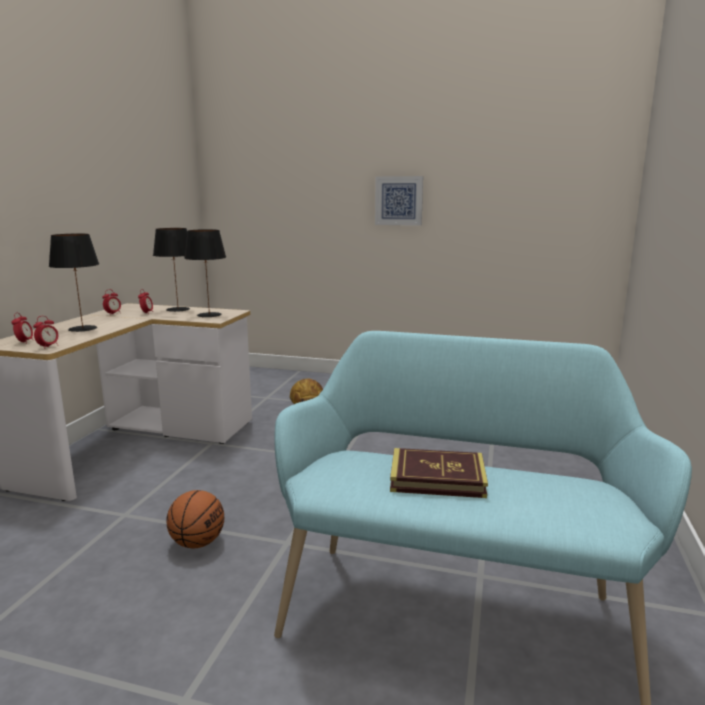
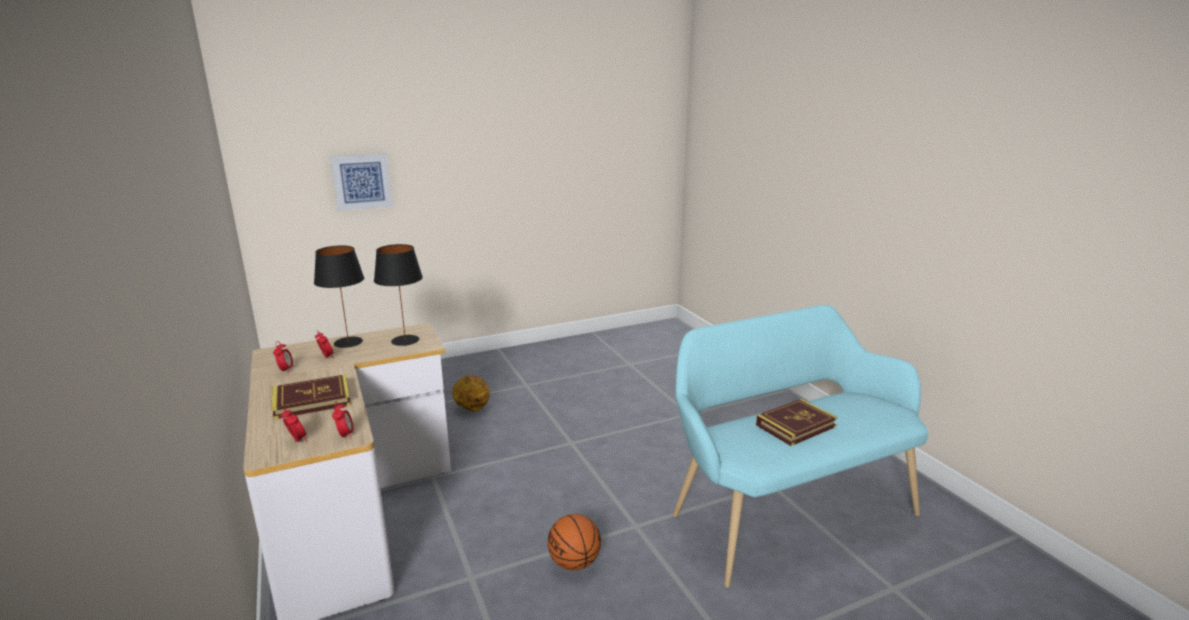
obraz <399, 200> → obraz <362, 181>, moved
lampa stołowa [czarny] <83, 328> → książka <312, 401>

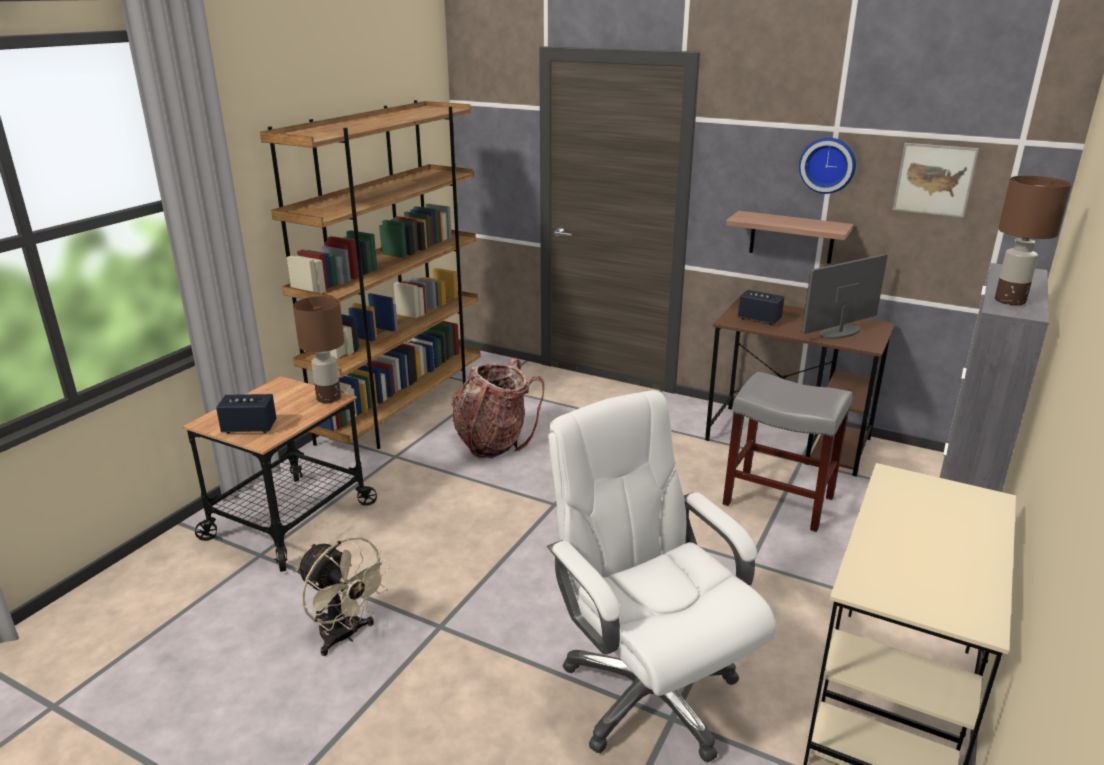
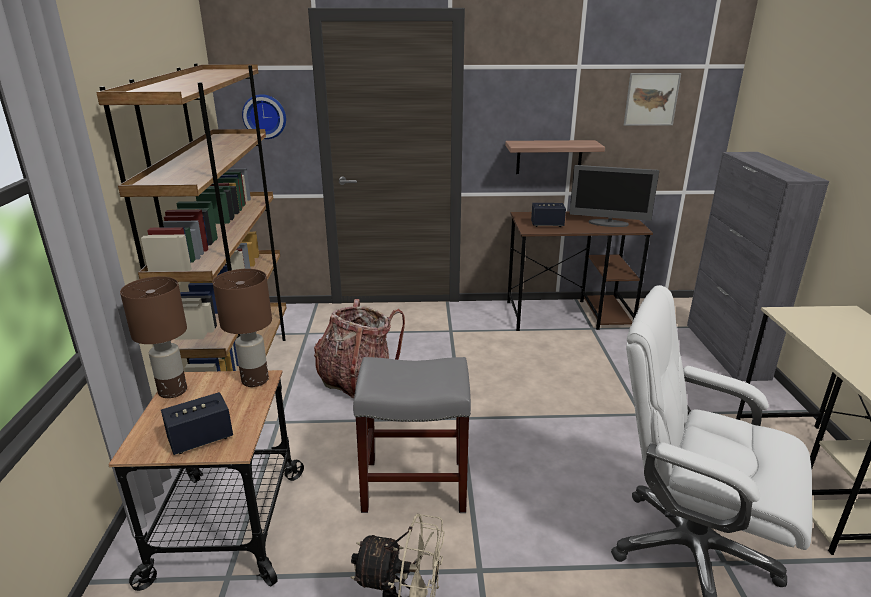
zegar ścienny <828, 165> → zegar ścienny <265, 116>, moved
lampa stołowa [brązowy] <1009, 301> → lampa stołowa [brązowy] <172, 391>, moved
monitor <839, 332> → monitor <608, 223>, 105 degrees counterclockwise
stołek [szary] <777, 501> → stołek [szary] <413, 486>, moved

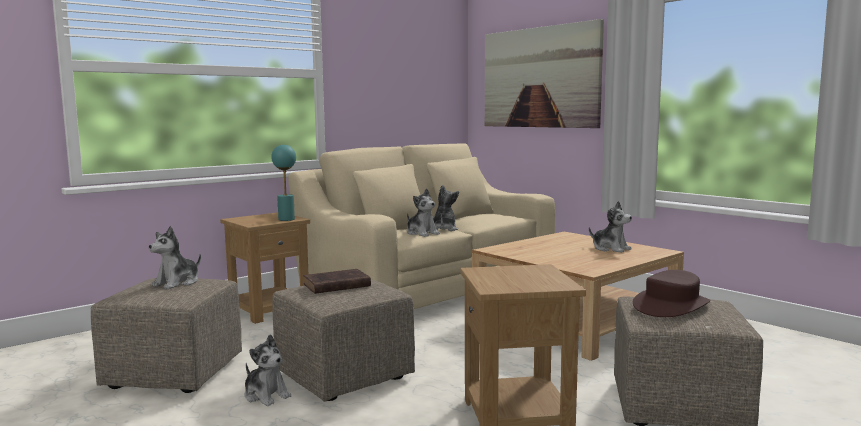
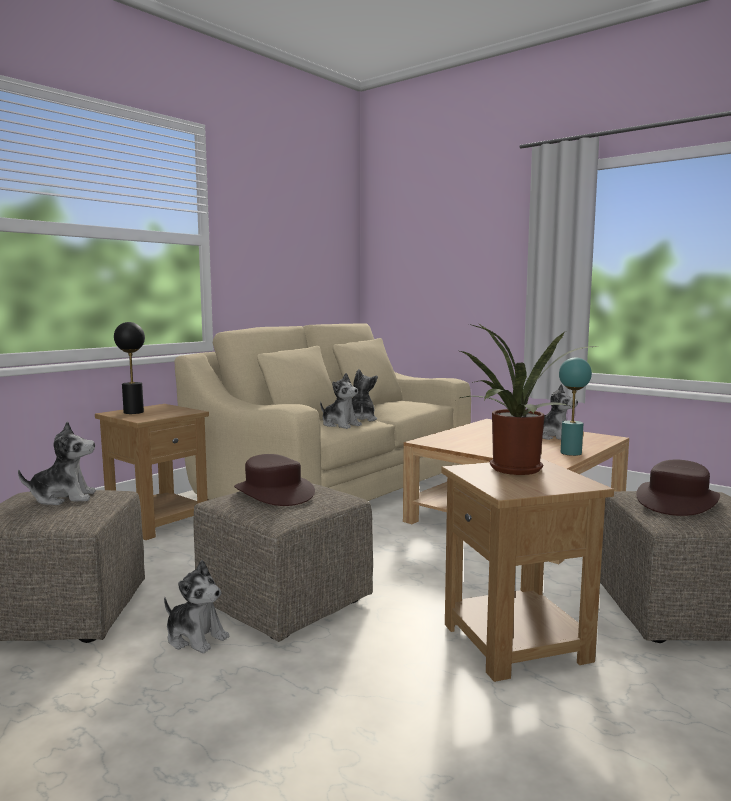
obraz <540, 77> → -
lampa stołowa [turkusowy] <286, 219> → lampa stołowa [turkusowy] <570, 453>, moved
pluszak <177, 283> → pluszak <63, 498>, 120 degrees counterclockwise
książka [brązowy] <335, 285> → kapelusz [brązowy] <273, 493>
- → lampa stołowa [czarny] <134, 412>
- → roślina doniczkowa <514, 470>

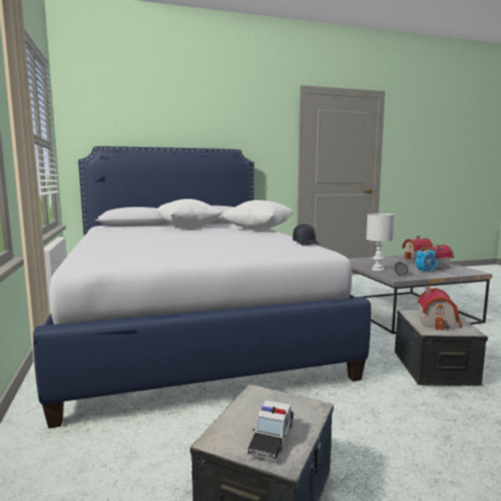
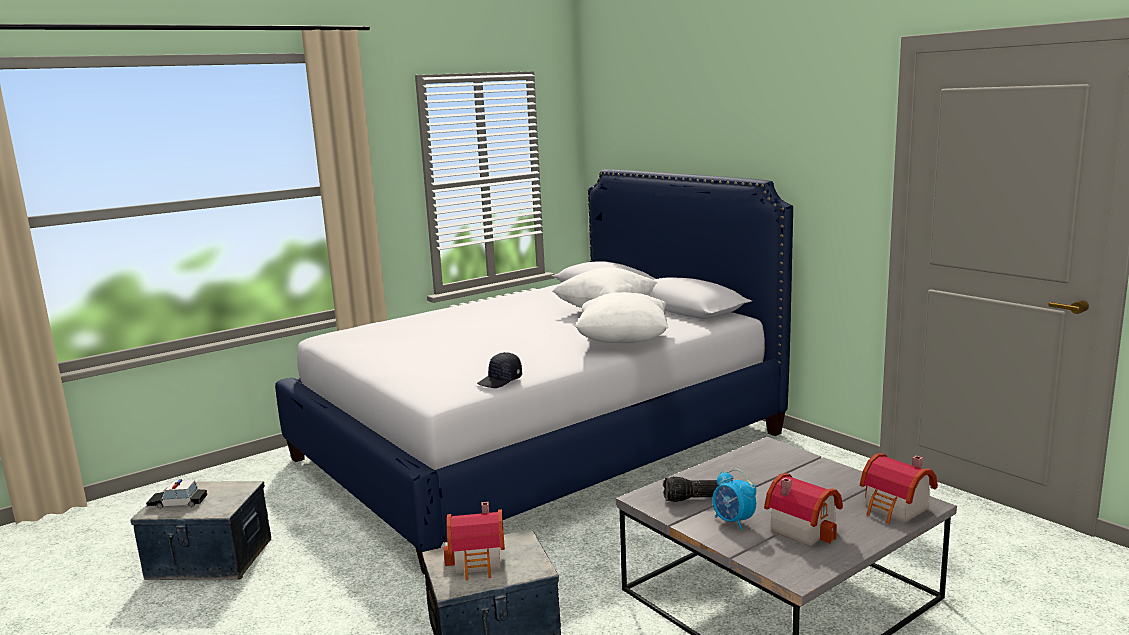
lampa stołowa [biały] <378, 270> → -

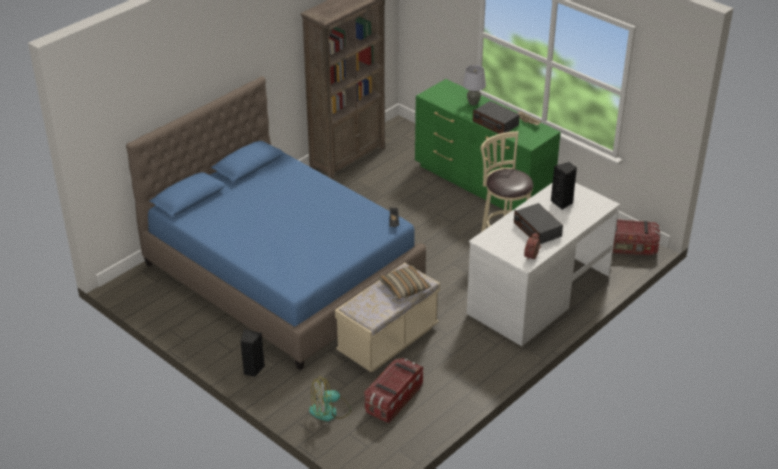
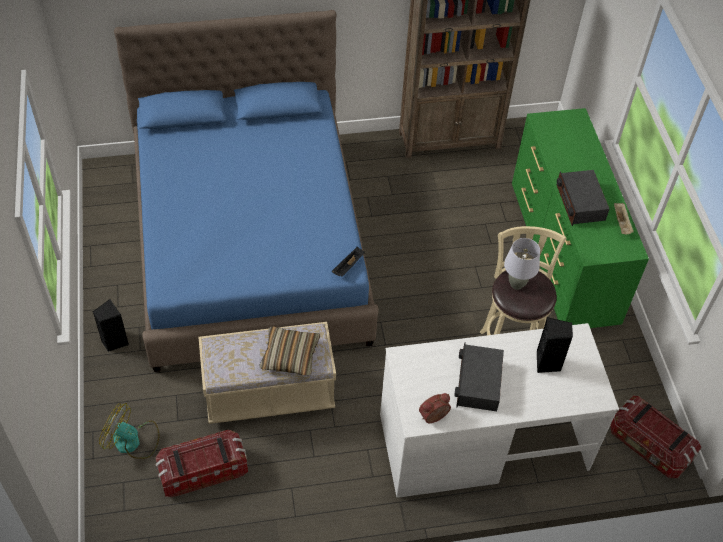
lampa stołowa [szary] <473, 103> → lampa stołowa [szary] <516, 285>, moved

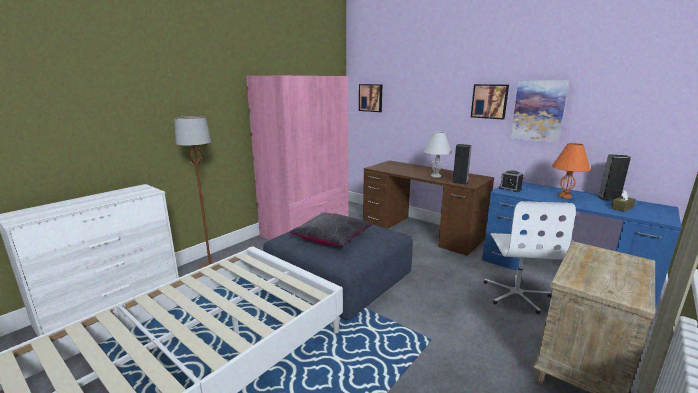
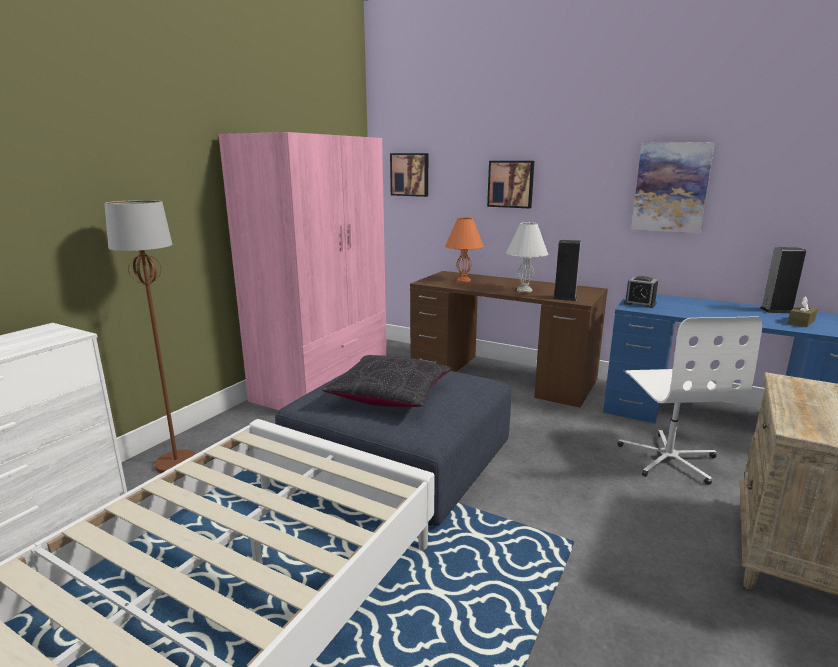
obraz <489, 101> → obraz <511, 184>, moved
lampa stołowa [pomarańczowy] <565, 196> → lampa stołowa [pomarańczowy] <463, 280>, moved

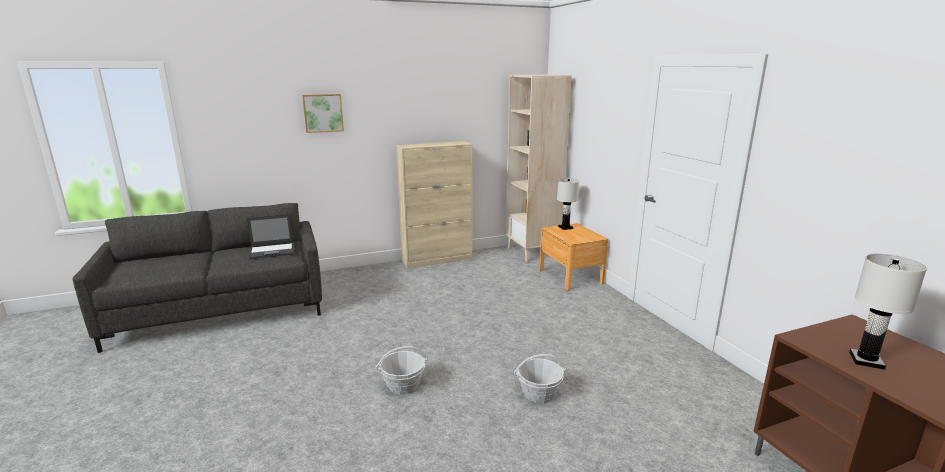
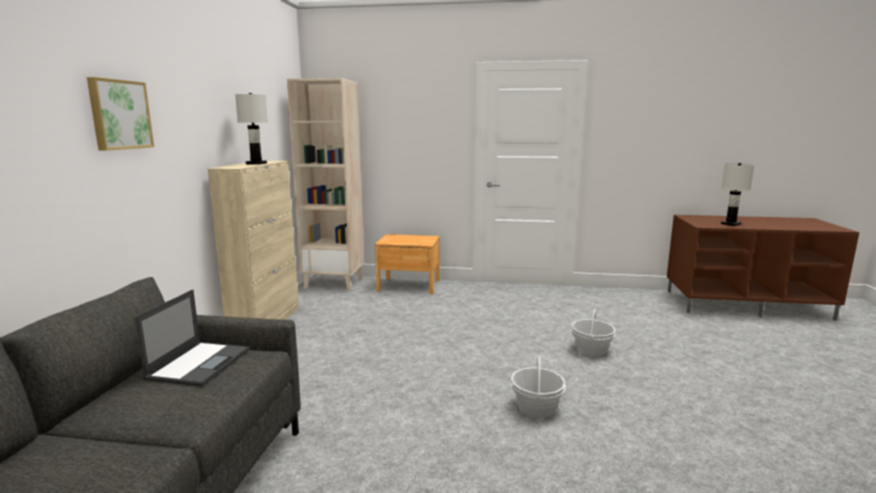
lampa stołowa [biały] <565, 227> → lampa stołowa [biały] <256, 163>, moved

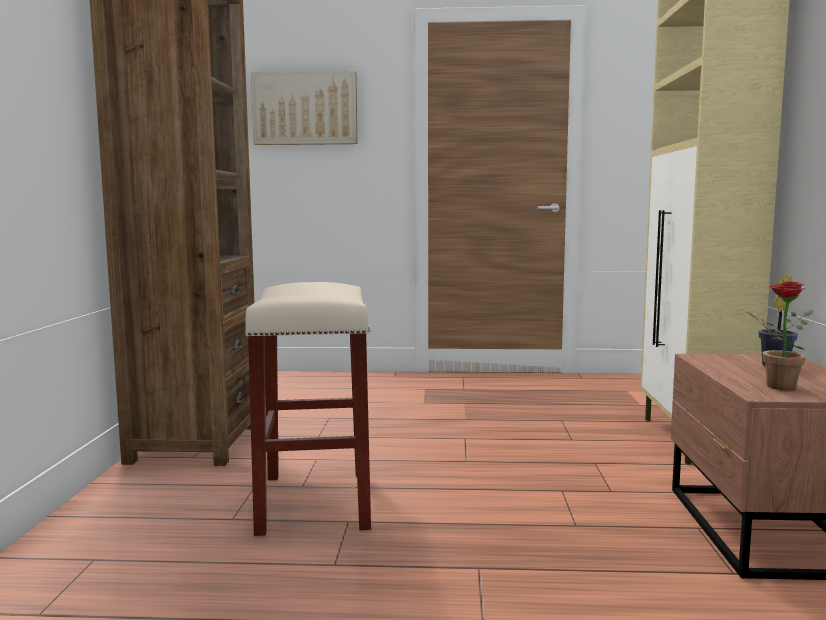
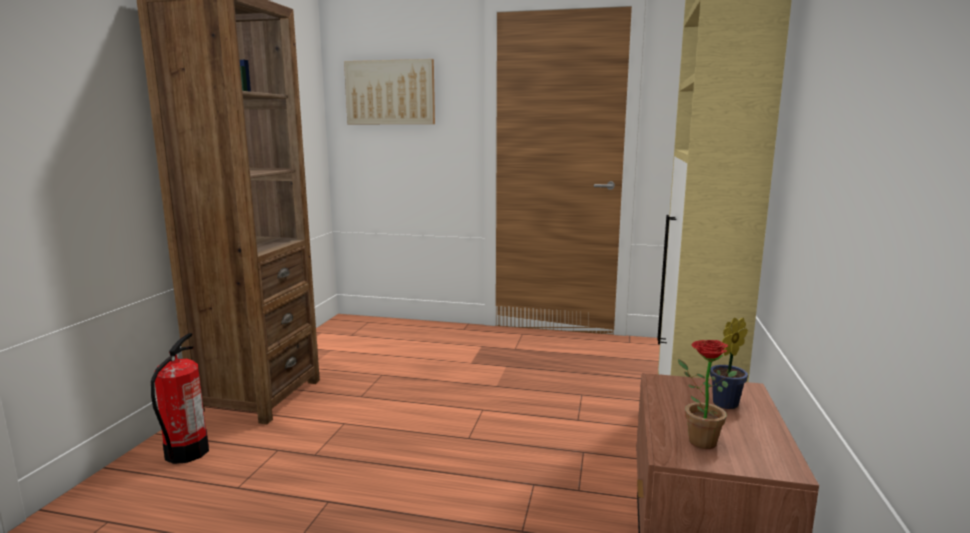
stołek [beżowy] <314, 500> → -
- → gaśnica <186, 452>

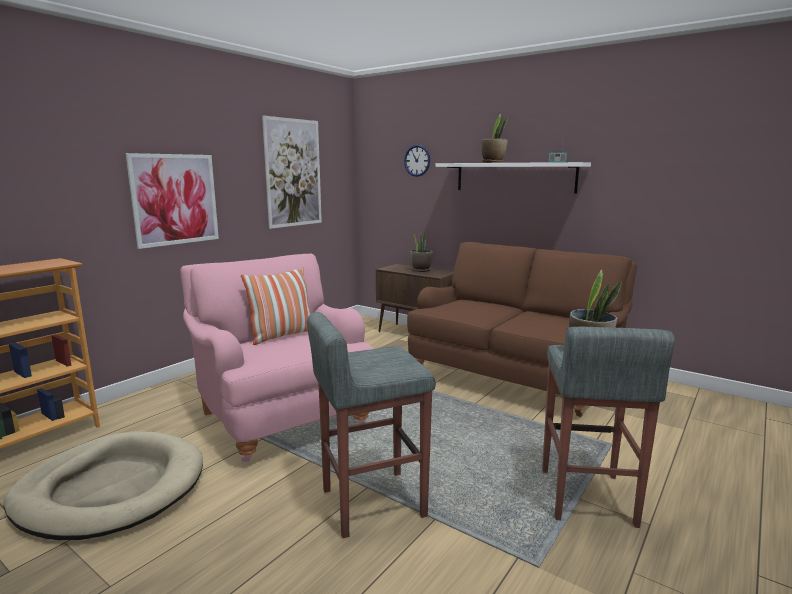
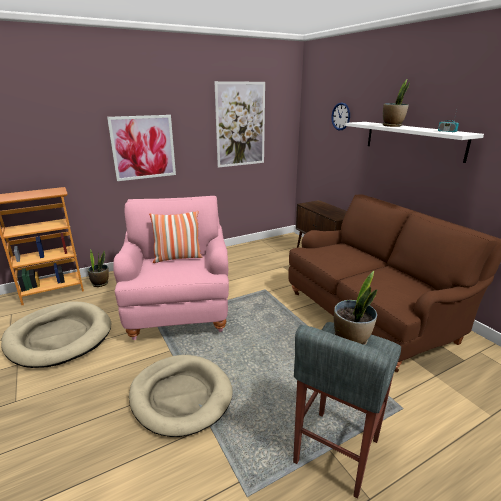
roślina doniczkowa <421, 270> → roślina doniczkowa <100, 283>, moved
stołek [szary] <371, 502> → legowisko [beżowy] <181, 396>

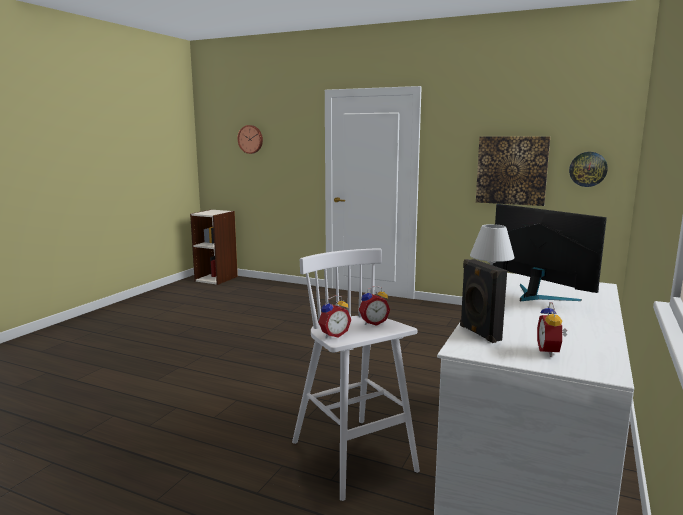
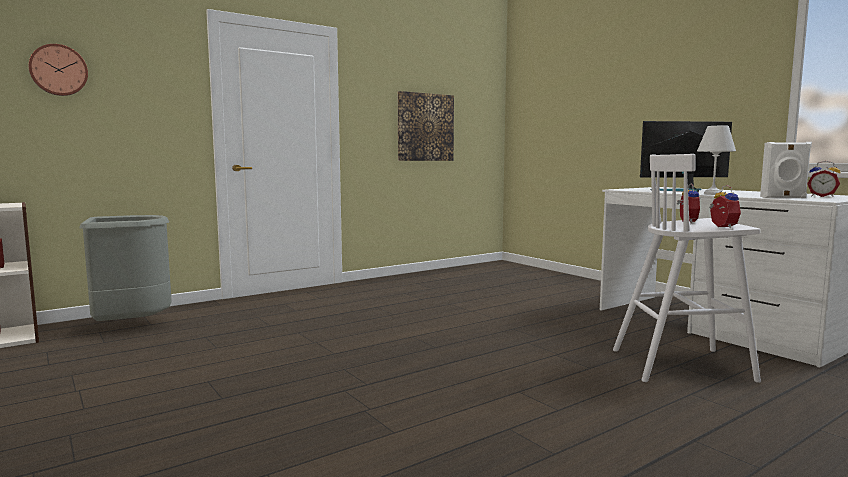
zegar ścienny <588, 169> → -
głośnik [czarny] <478, 333> → głośnik [biały] <783, 197>
- → kosz na śmieci [szary] <131, 326>

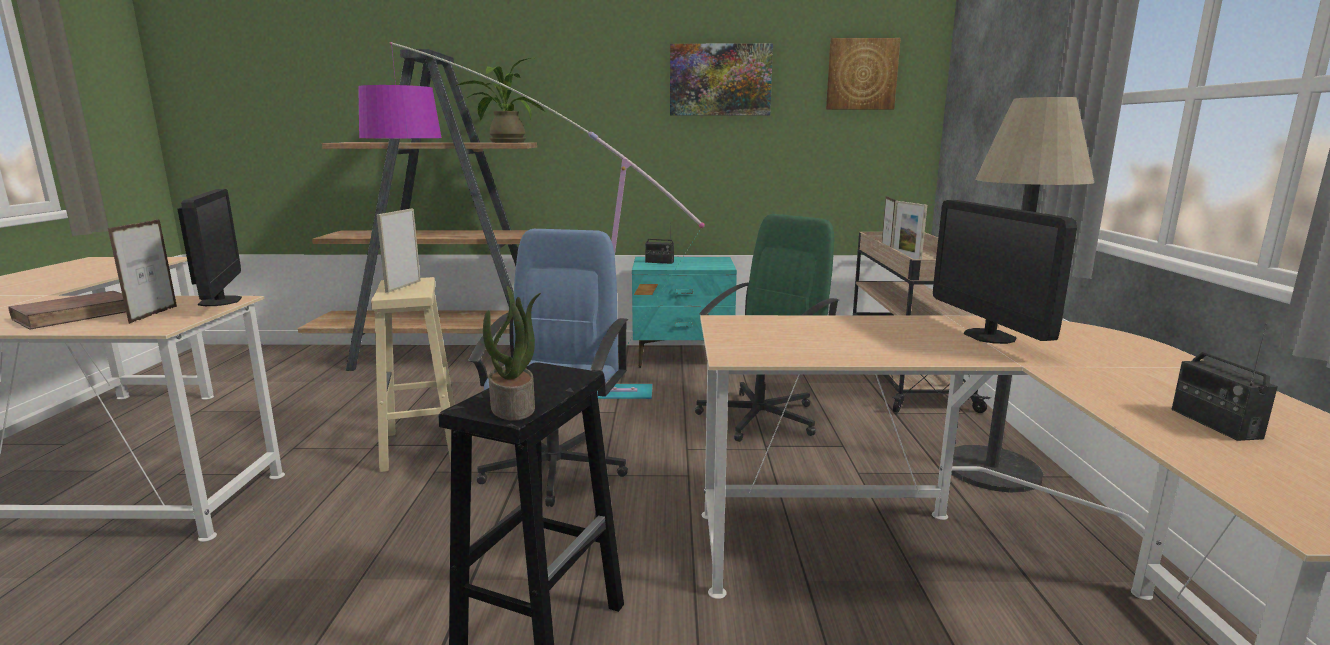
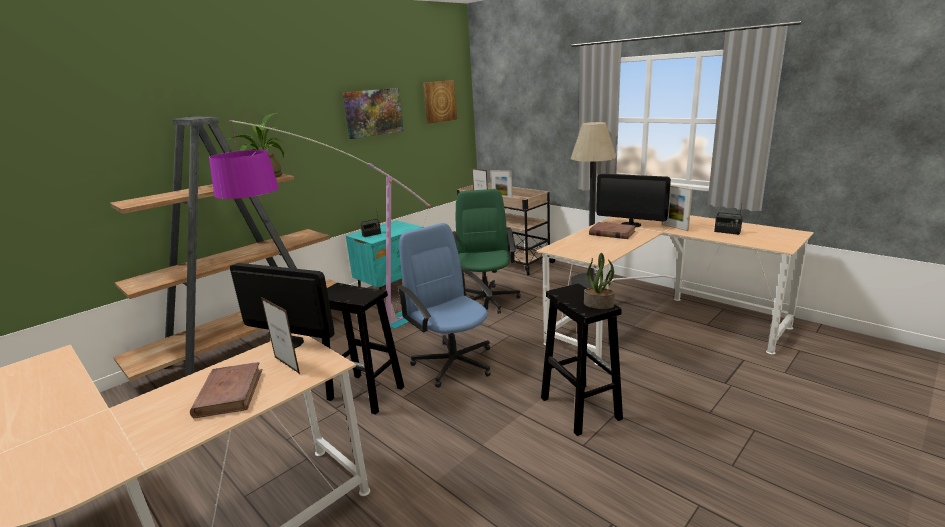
ramka na zdjęcie <403, 286> → ramka na zdjęcie <674, 227>, moved
stołek [beżowy] <422, 448> → stołek [czarny] <367, 393>
- → książka [brązowy] <611, 233>

